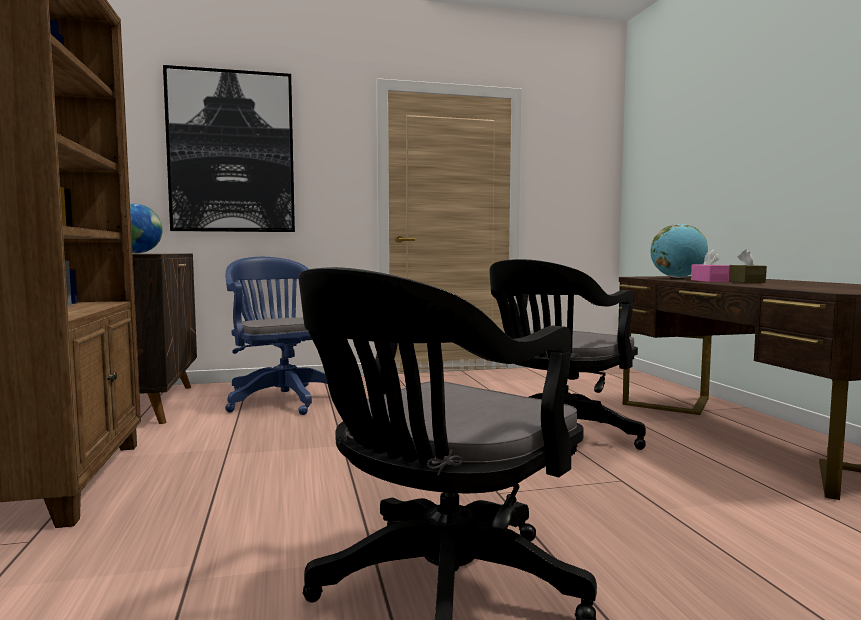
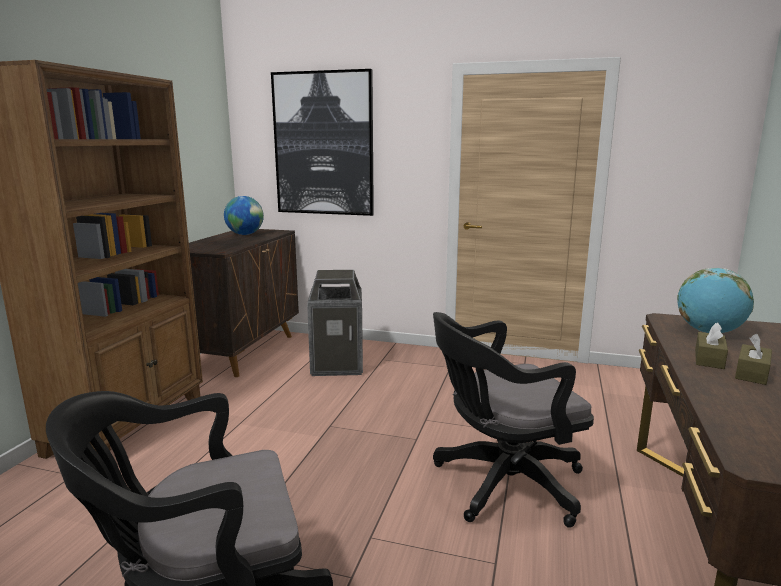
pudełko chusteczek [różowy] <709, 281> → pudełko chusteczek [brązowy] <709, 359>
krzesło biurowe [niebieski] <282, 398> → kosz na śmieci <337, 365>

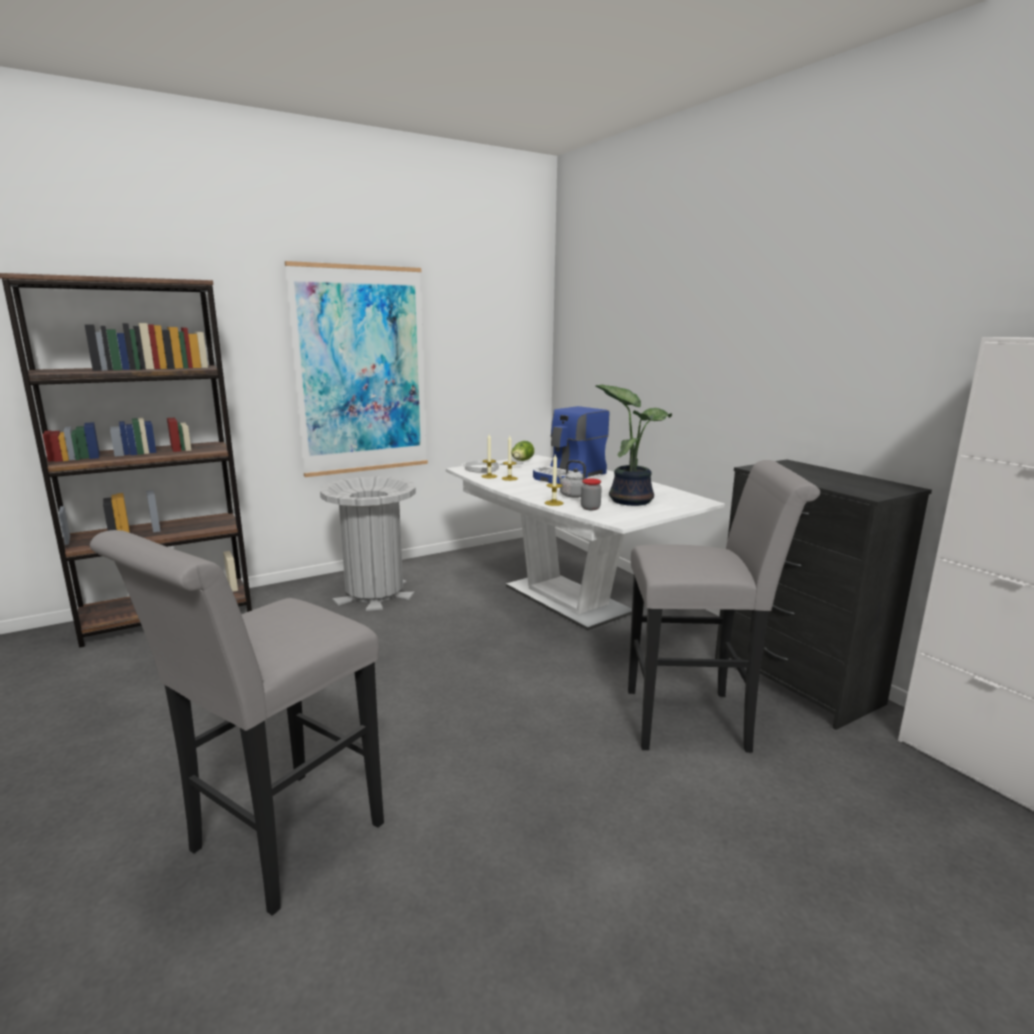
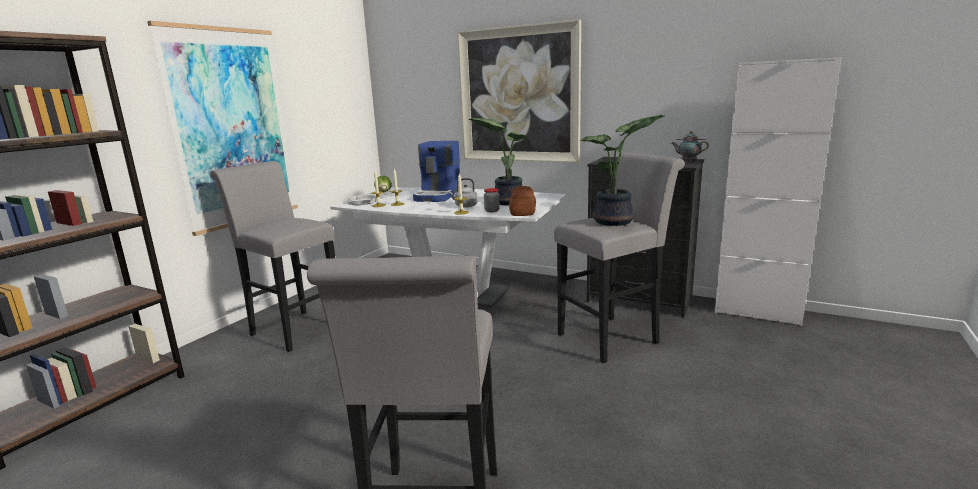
kosz na śmieci [szary] <374, 593> → stołek [szary] <293, 329>
- → obraz <518, 95>
- → roślina doniczkowa <615, 222>
- → imbryk <687, 161>
- → chleb <522, 212>

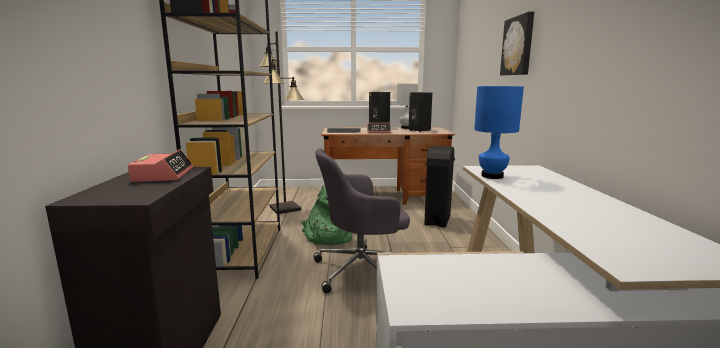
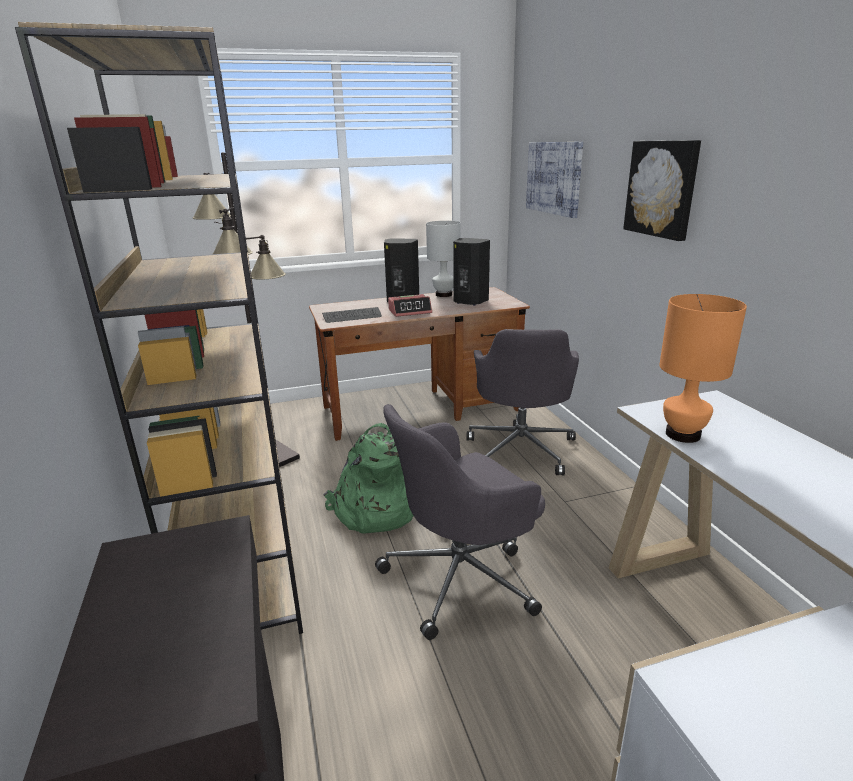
lampa stołowa [niebieski] <492, 176> → lampa stołowa [pomarańczowy] <683, 435>
kosz na śmieci [czarny] <437, 220> → krzesło biurowe [szary] <521, 448>
budzik <163, 175> → -
- → obraz <554, 178>

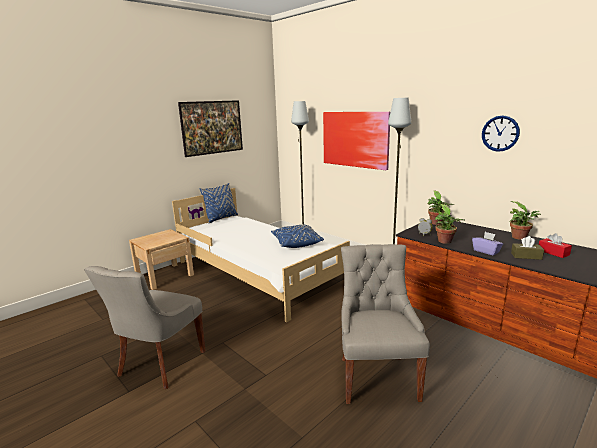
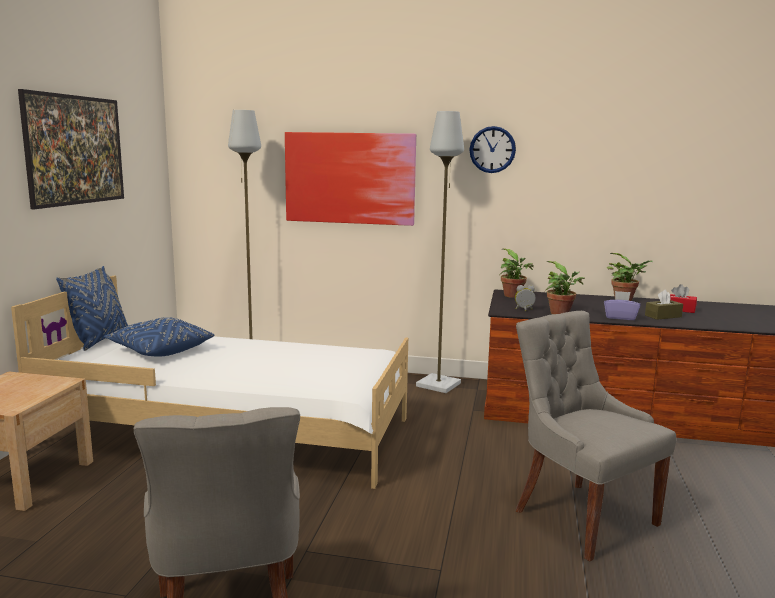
zegar ścienny <500, 133> → zegar ścienny <492, 149>, moved
poduszka [niebieski] <296, 243> → poduszka [niebieski] <160, 350>, moved

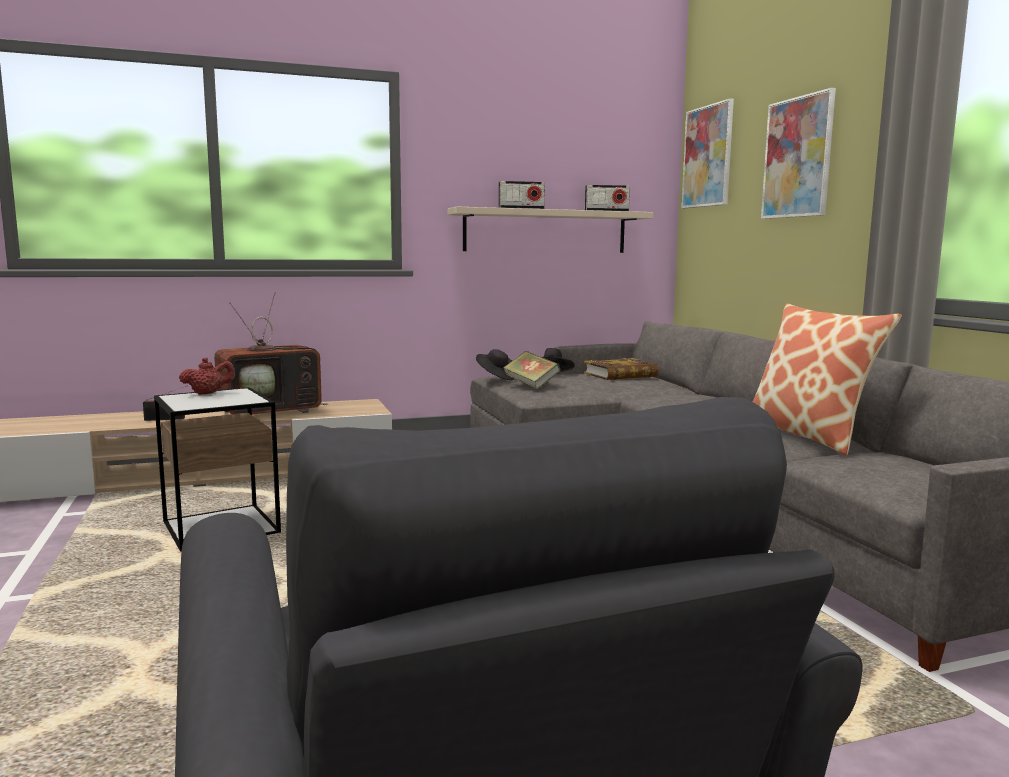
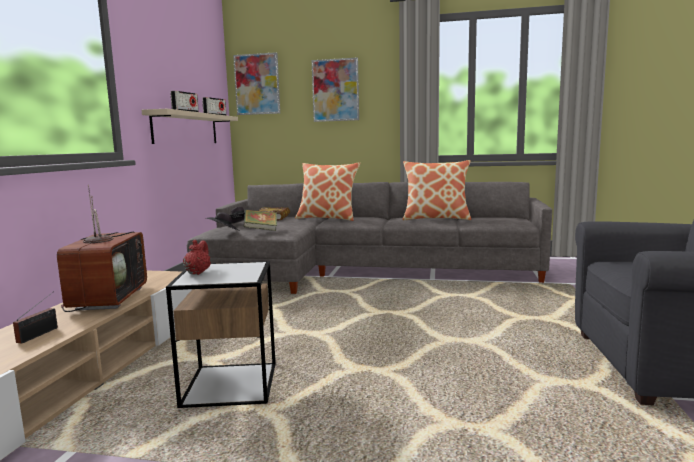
- → poduszka <328, 218>

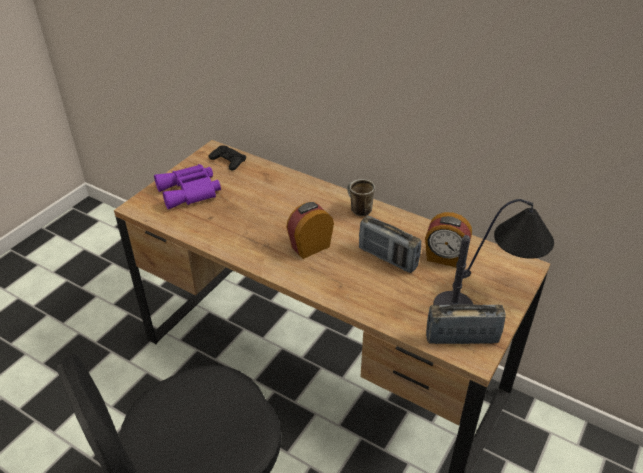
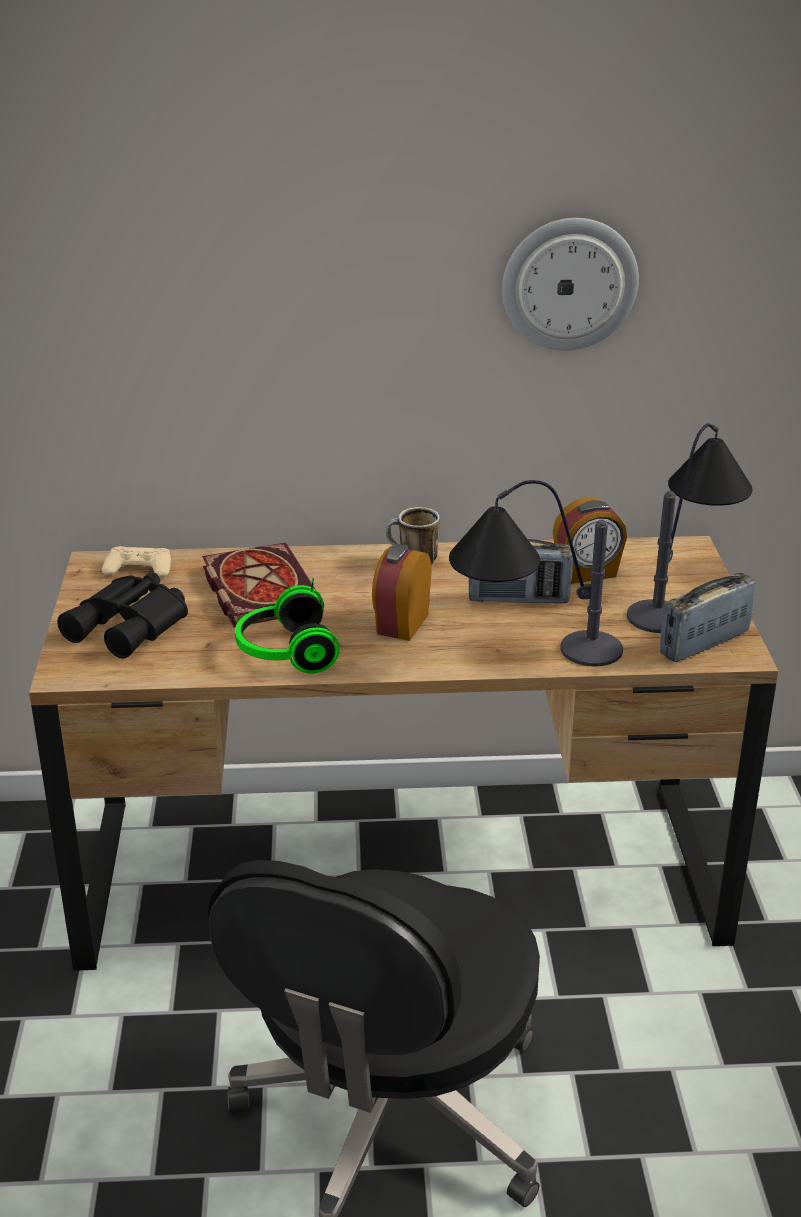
pad do gier [czarny] <228, 161> → pad do gier [beżowy] <139, 569>
lornetka [fioletowy] <190, 192> → lornetka [czarny] <131, 626>
- → zegar ścienny <569, 284>
- → lampa stołowa <528, 654>
- → książka <257, 588>
- → słuchawki <284, 652>

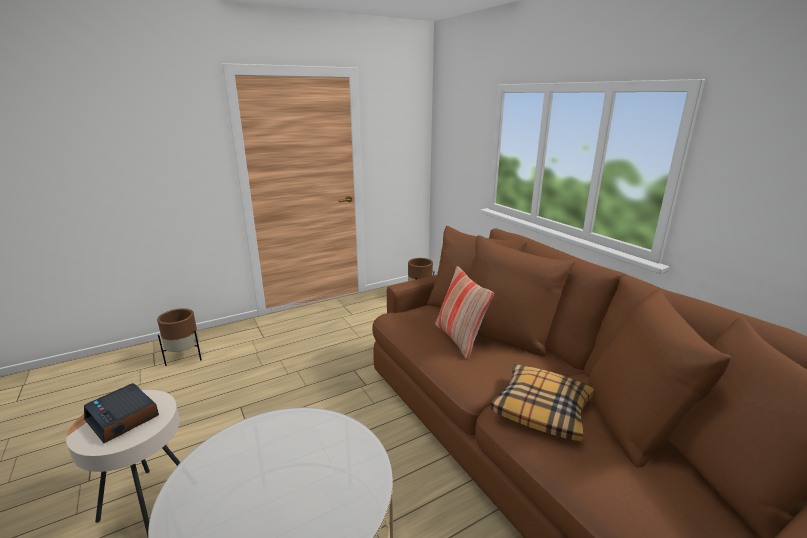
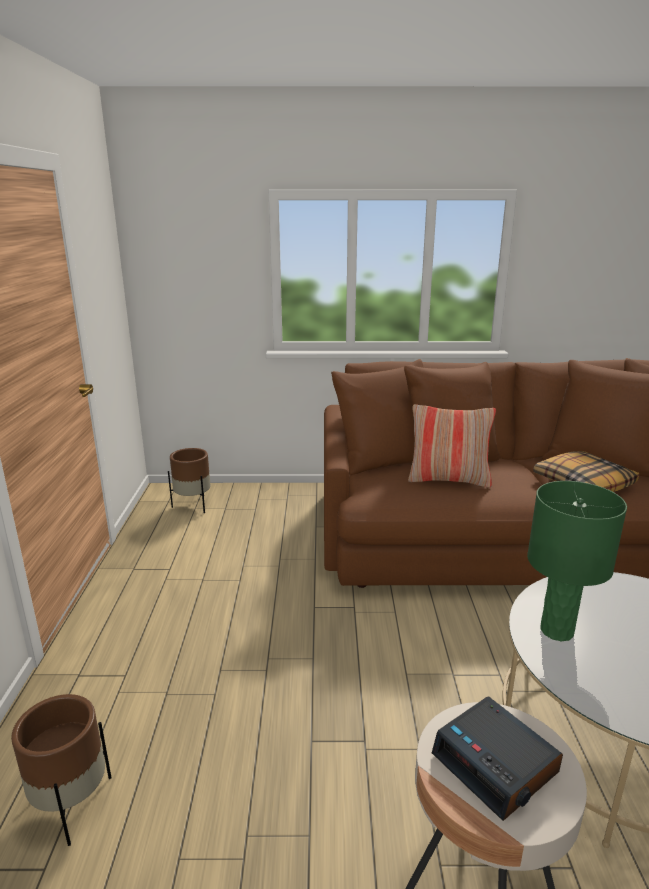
budzik <123, 418> → budzik <496, 764>, 75 degrees clockwise
- → lampa stołowa [zielony] <557, 631>

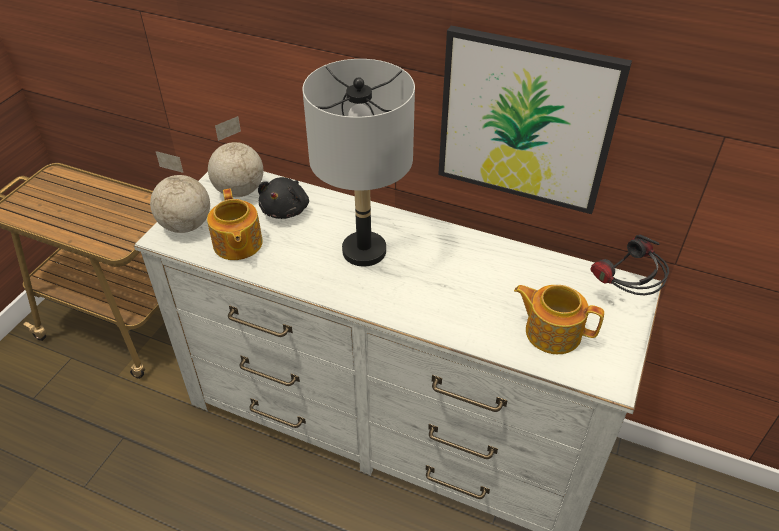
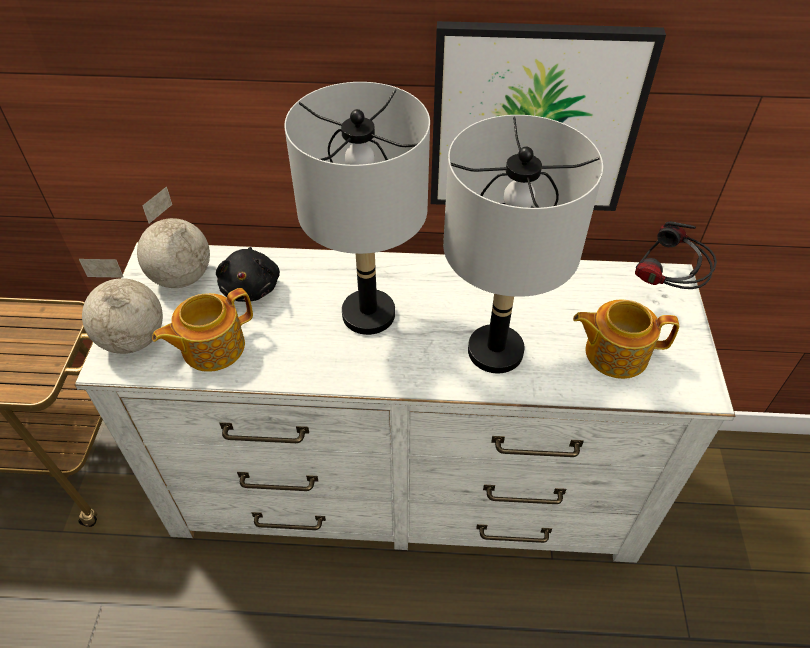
imbryk <237, 244> → imbryk <211, 347>, 90 degrees clockwise
- → lampa stołowa [szary] <495, 352>

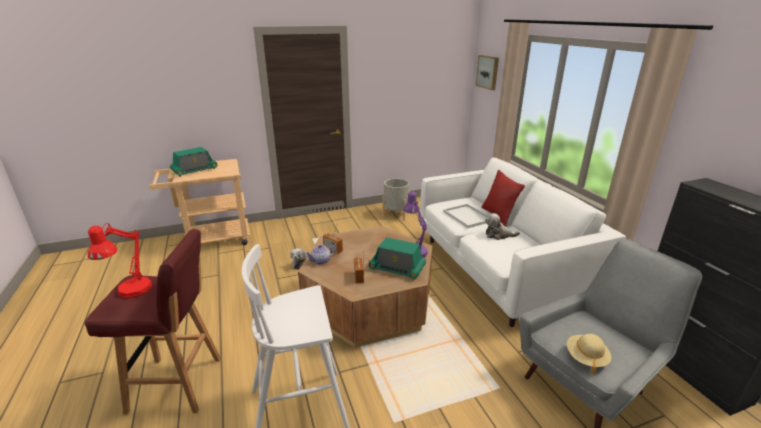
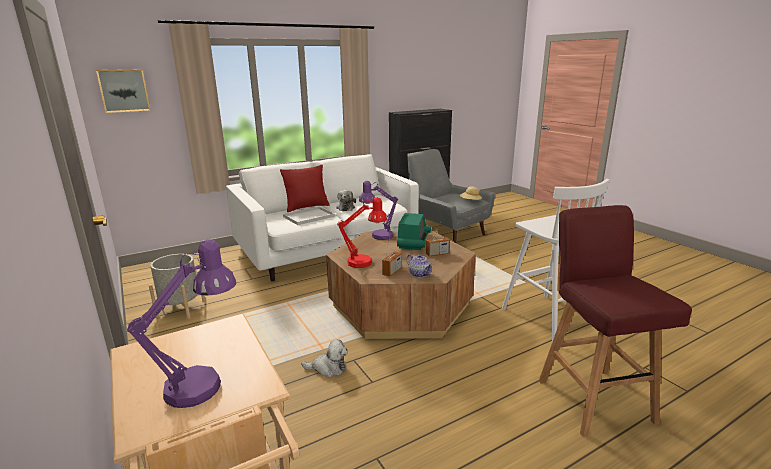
radio <195, 170> → lampa stołowa [fioletowy] <203, 382>
lampa stołowa [czerwony] <131, 293> → lampa stołowa [czerwony] <365, 262>, moved

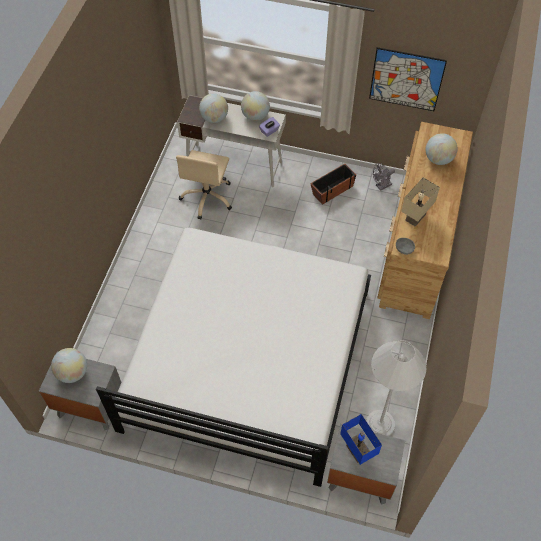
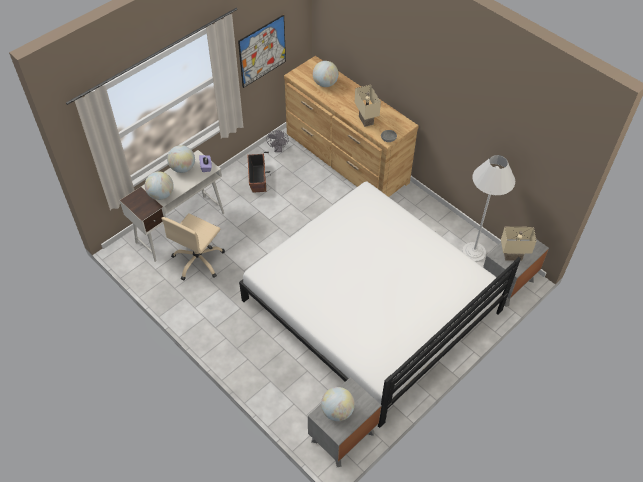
krzesło biurowe [beżowy] <207, 197> → krzesło biurowe [beżowy] <198, 261>, 75 degrees clockwise
lampa stołowa [niebieski] <358, 451> → lampa stołowa [beżowy] <513, 255>

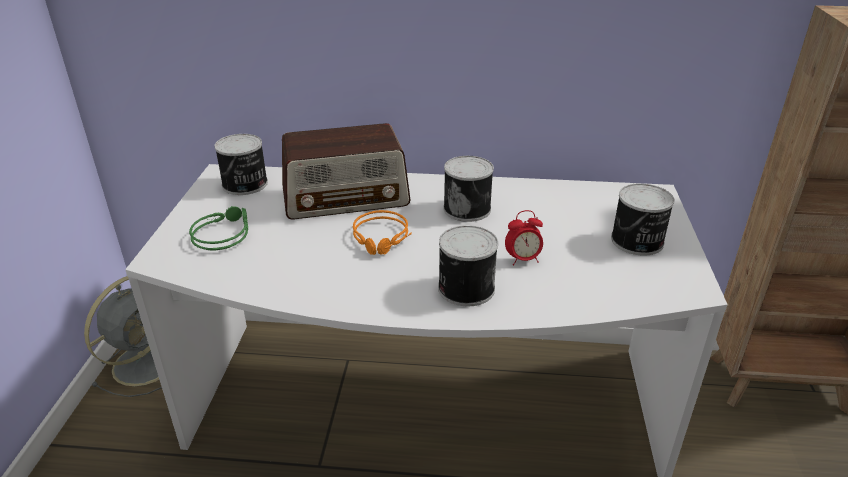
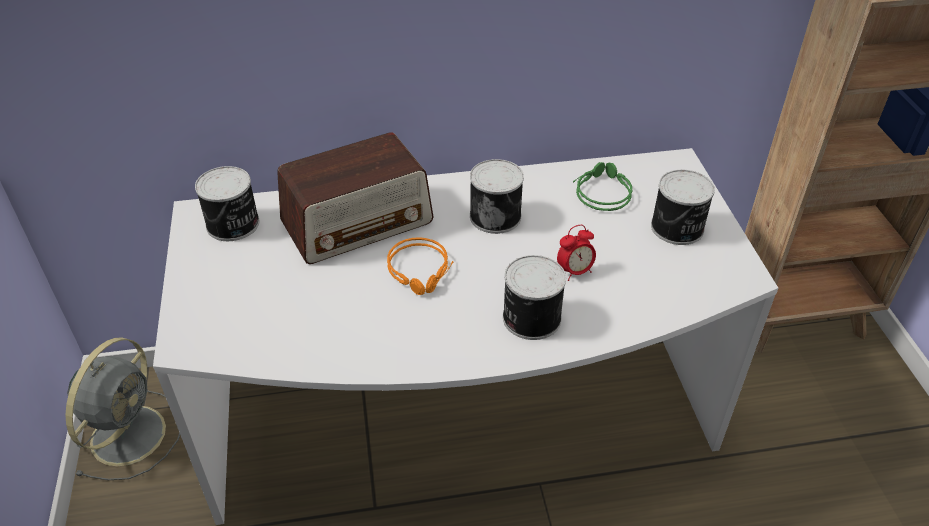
słuchawki [zielony] <222, 234> → słuchawki [zielony] <601, 192>, moved

